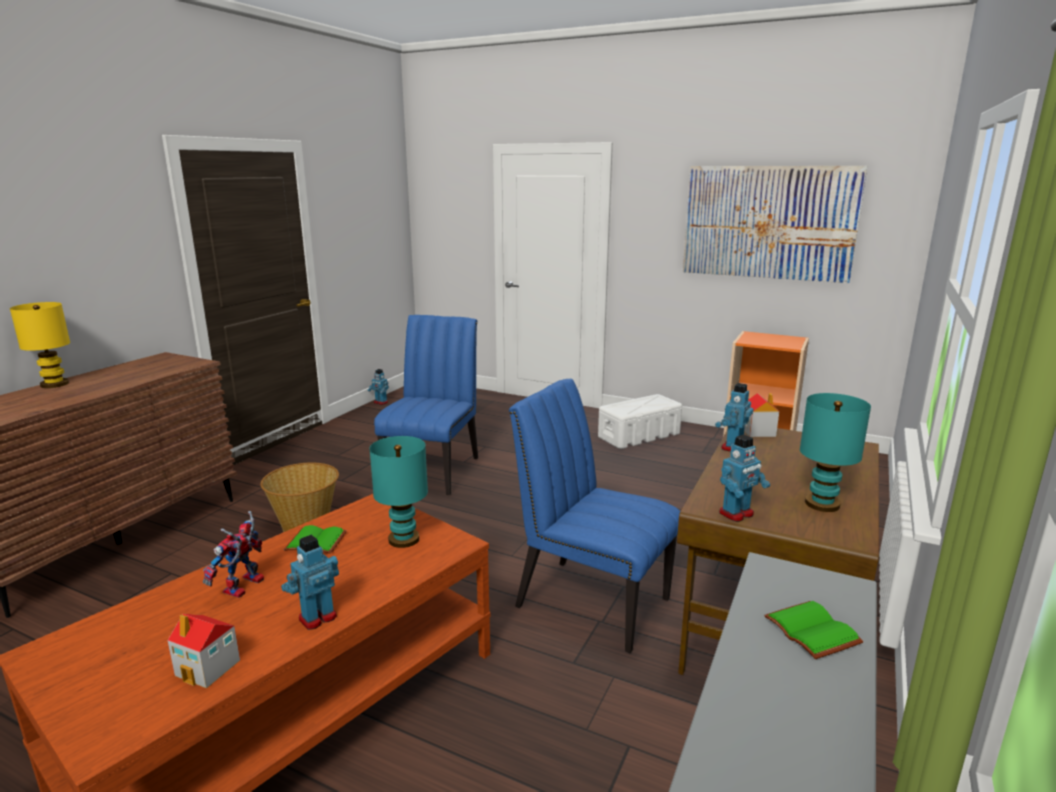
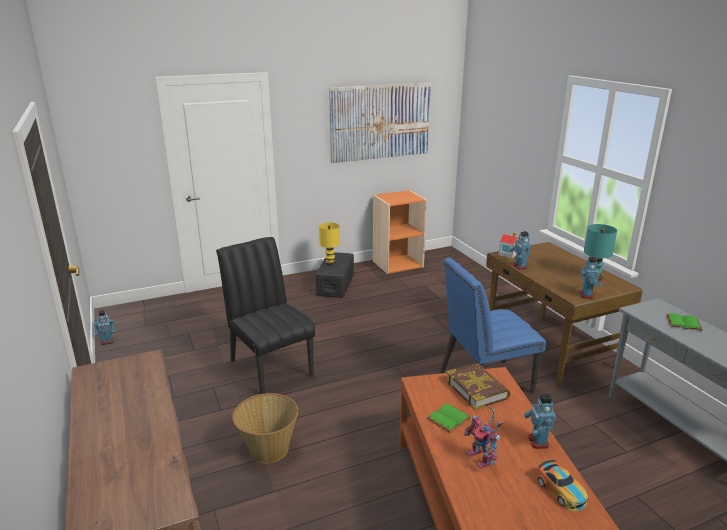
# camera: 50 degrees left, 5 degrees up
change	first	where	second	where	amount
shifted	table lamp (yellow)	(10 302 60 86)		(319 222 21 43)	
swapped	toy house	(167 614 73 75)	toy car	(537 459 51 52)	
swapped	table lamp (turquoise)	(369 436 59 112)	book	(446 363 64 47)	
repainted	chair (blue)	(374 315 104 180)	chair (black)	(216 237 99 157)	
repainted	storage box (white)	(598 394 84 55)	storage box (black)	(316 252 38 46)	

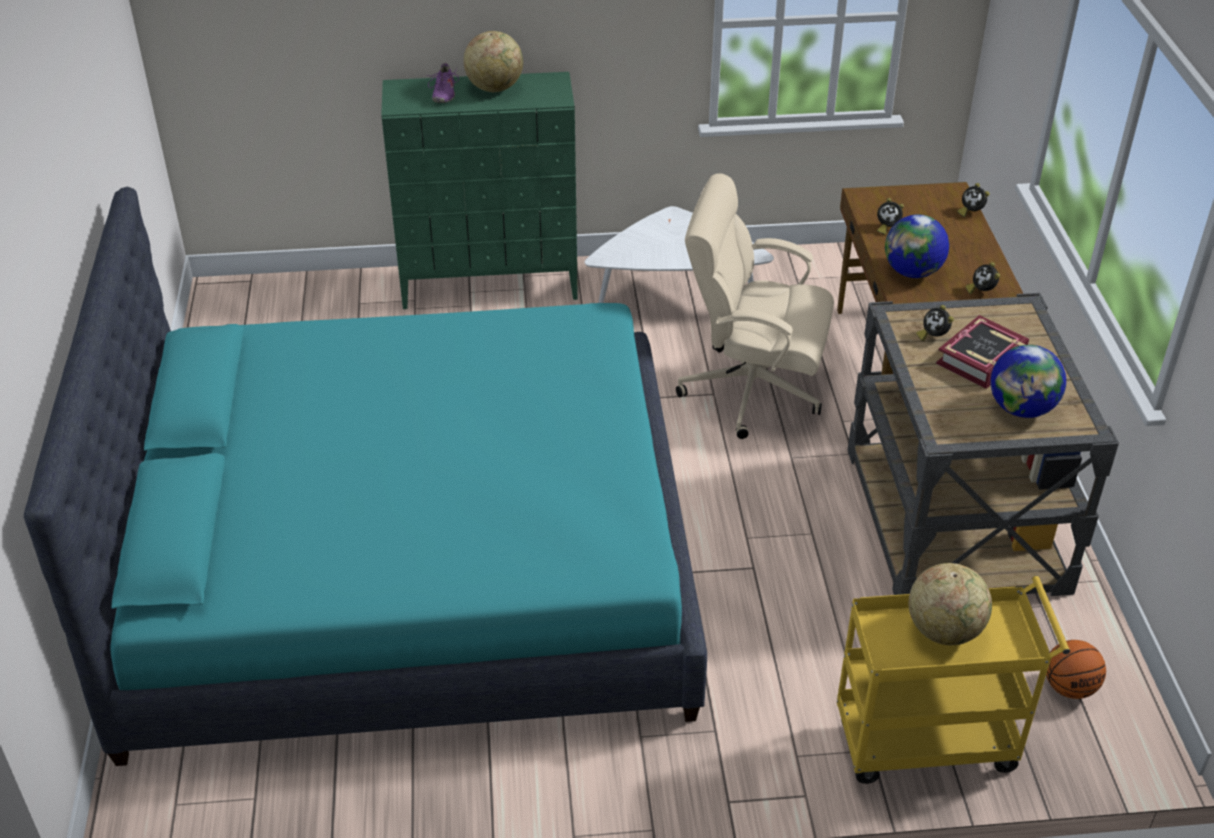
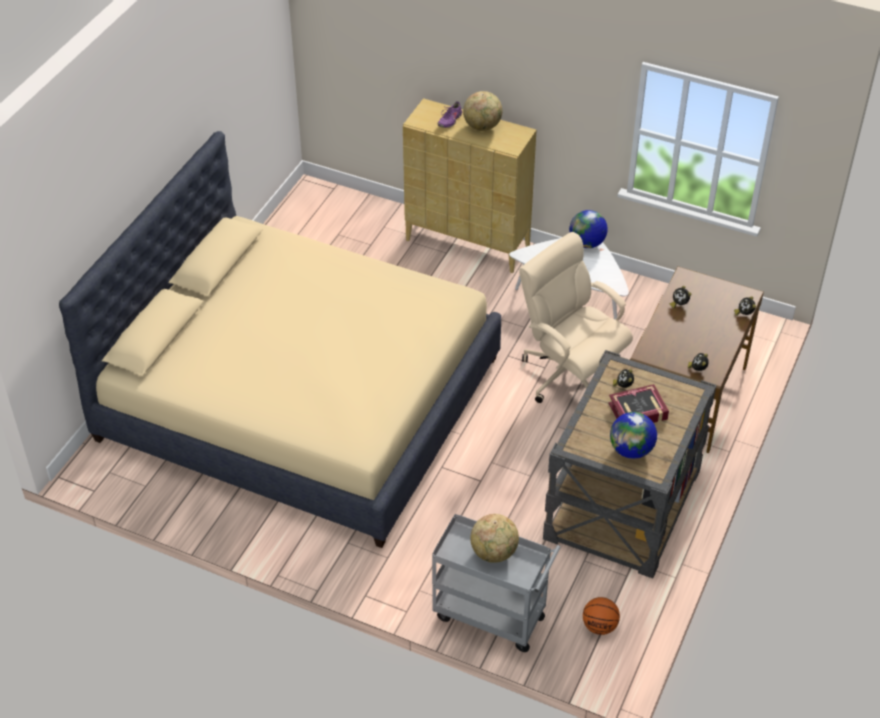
# camera: 30 degrees right, 5 degrees up
change	first	where	second	where	amount
repainted	bed (turquoise)	(24 187 683 579)	bed (beige)	(59 131 442 417)	
repainted	dresser (green)	(381 72 197 237)	dresser (beige)	(403 98 134 175)	
repainted	cart (yellow)	(837 575 233 209)	cart (grey)	(432 514 129 138)	
shifted	globe	(885 214 64 64)		(569 210 39 38)	

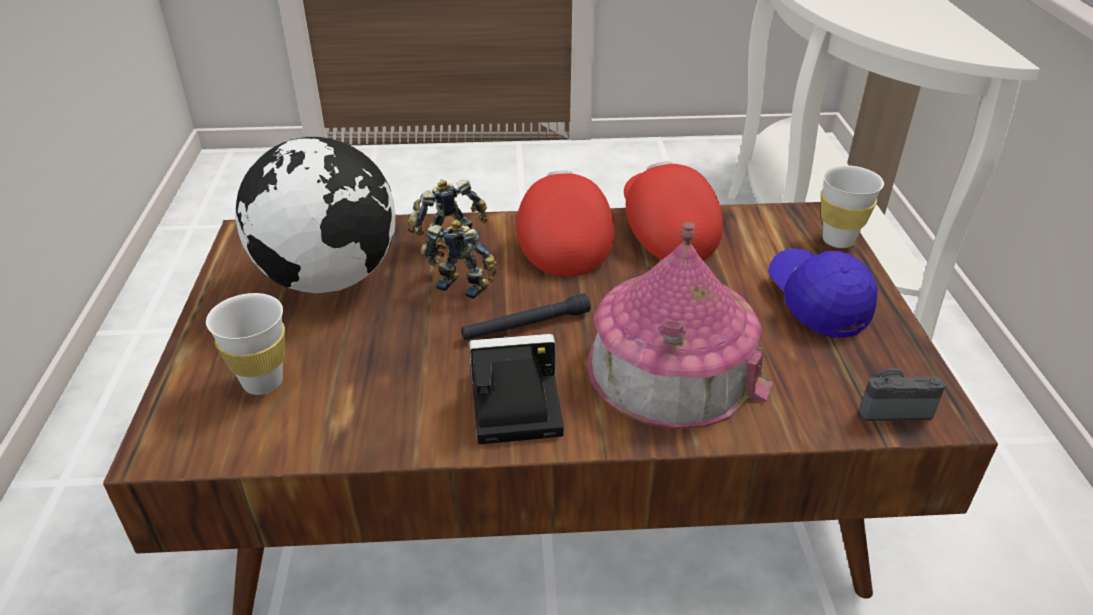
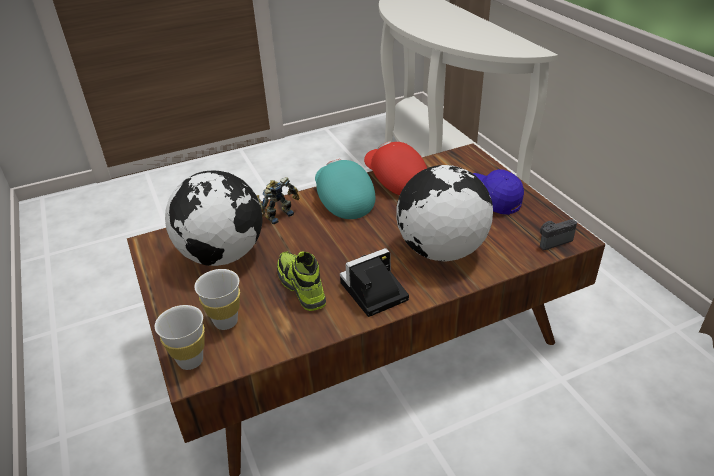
# camera: 20 degrees left, 0 degrees up
change	first	where	second	where	amount
gone	toy robot	(421 220 76 79)			
gone	flashlight (black)	(461 293 130 47)			
repainted	cap (red)	(516 170 98 106)	cap (turquoise)	(315 159 60 60)	
swapped	toy house	(587 222 186 207)	globe	(397 165 96 96)	
shifted	cup (white)	(821 165 63 83)		(155 305 50 65)	
new			shoe	(277 251 49 60)	

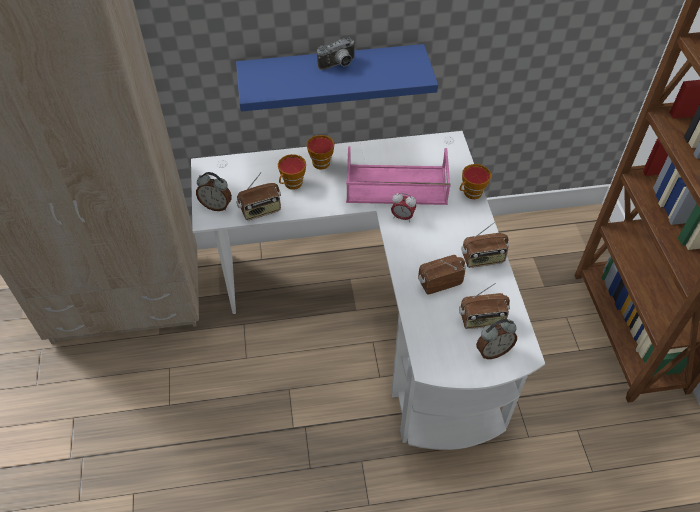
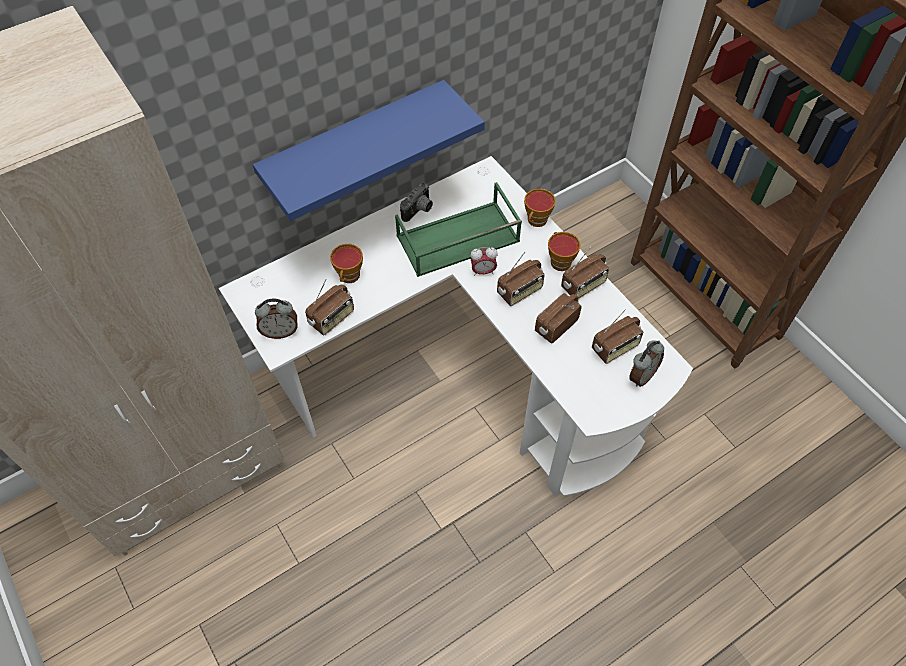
# camera: 25 degrees left, 5 degrees up
change	first	where	second	where	amount
shifted	cup	(307 135 27 34)		(548 232 33 39)	
shifted	photo camera	(317 38 39 32)		(400 183 33 39)	
repainted	tray (pink)	(346 146 105 59)	tray (green)	(395 182 127 95)	
new			radio	(497 252 48 54)	

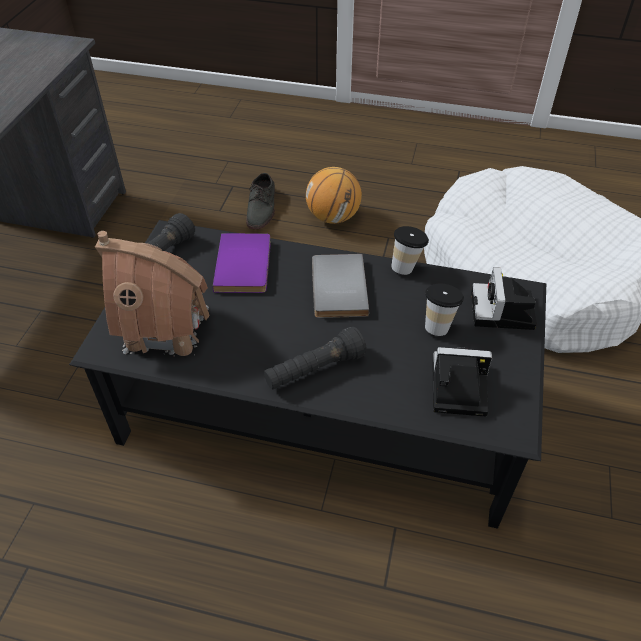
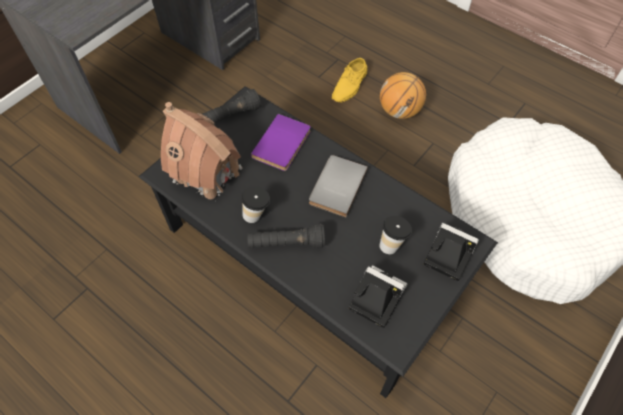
# camera: 25 degrees right, 10 degrees up
change	first	where	second	where	amount
repainted	shoe (grey)	(246 173 29 56)	shoe (yellow)	(332 58 35 45)	
shifted	cup	(391 226 38 49)		(241 186 29 37)	
rotated	photo camera	(471 267 66 63)		(423 223 56 58)	90 degrees clockwise

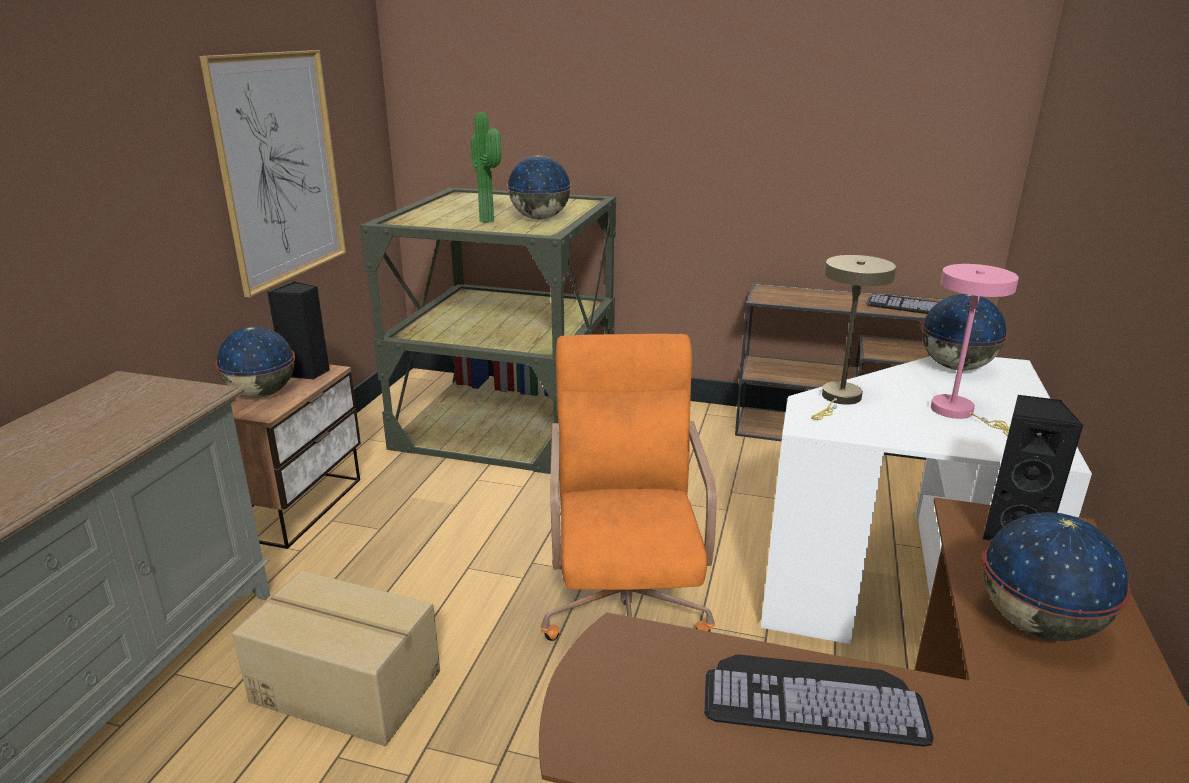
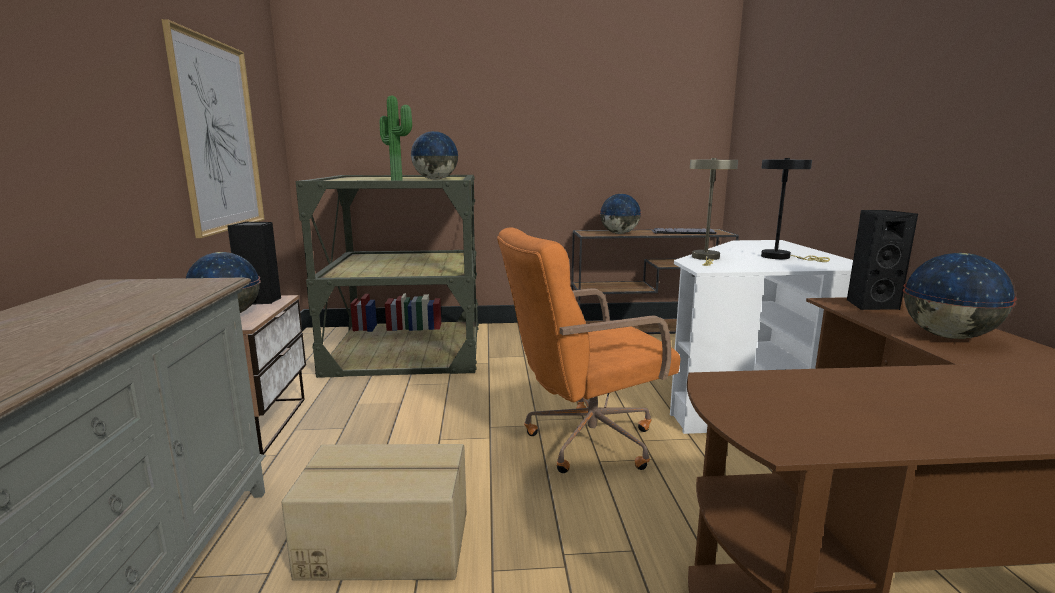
# camera: 20 degrees left, 10 degrees down
change	first	where	second	where	amount
rotated	office chair (orange)	(540 334 176 307)		(497 227 183 246)	90 degrees counterclockwise
gone	keyboard	(704 654 230 93)			
shifted	globe	(921 294 87 77)		(600 194 41 40)	
repainted	table lamp (pink)	(931 264 88 172)	table lamp (black)	(761 158 69 104)	

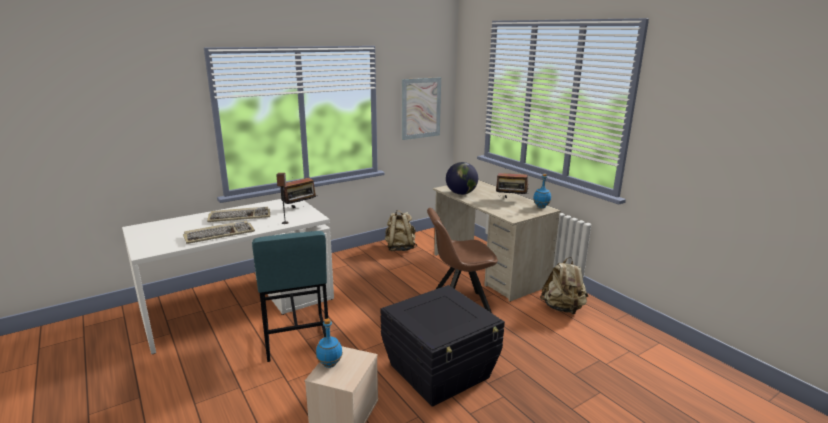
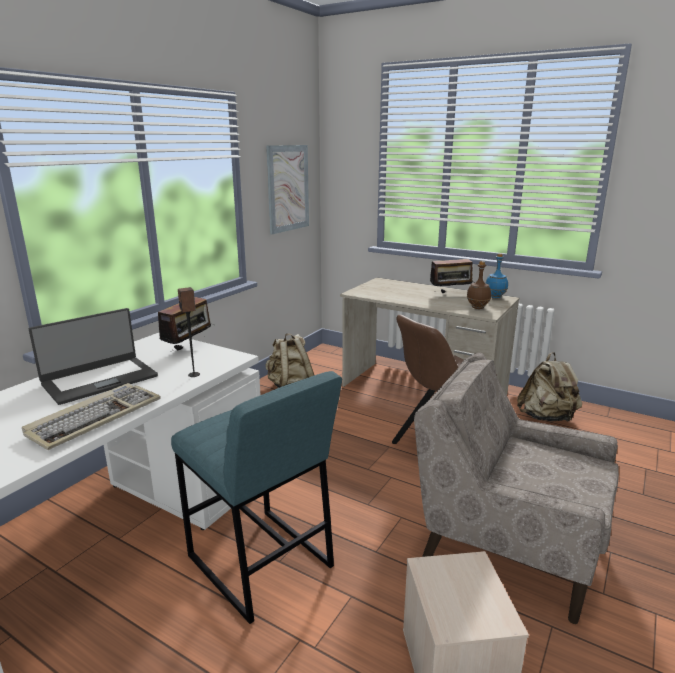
# camera: 25 degrees left, 0 degrees up
change	first	where	second	where	amount
swapped	keyboard	(207 207 63 15)	laptop	(29 308 129 97)	
gone	bottle (blue)	(316 319 27 49)			
swapped	storage box (black)	(381 285 124 122)	armchair (beige)	(414 352 205 272)	
gone	globe	(446 162 32 33)			
new			bottle (brown)	(467 261 24 48)	

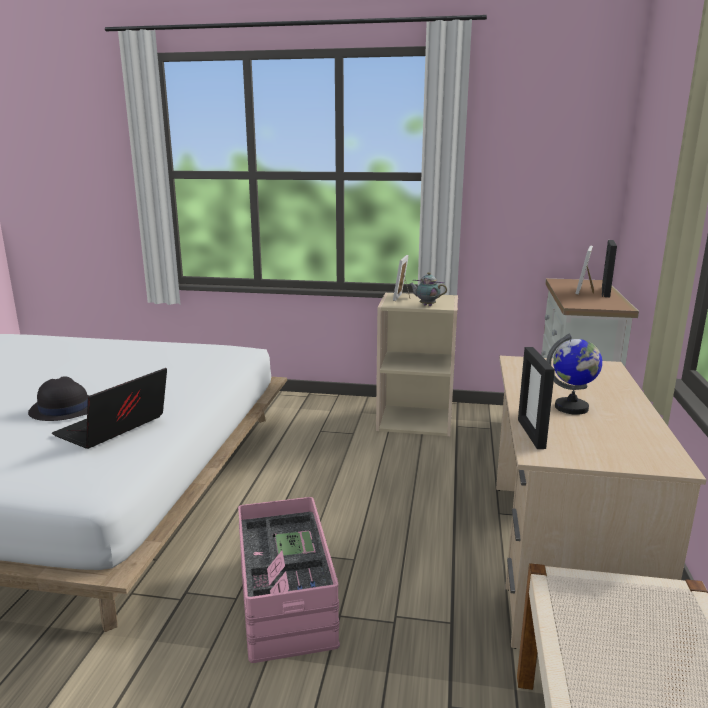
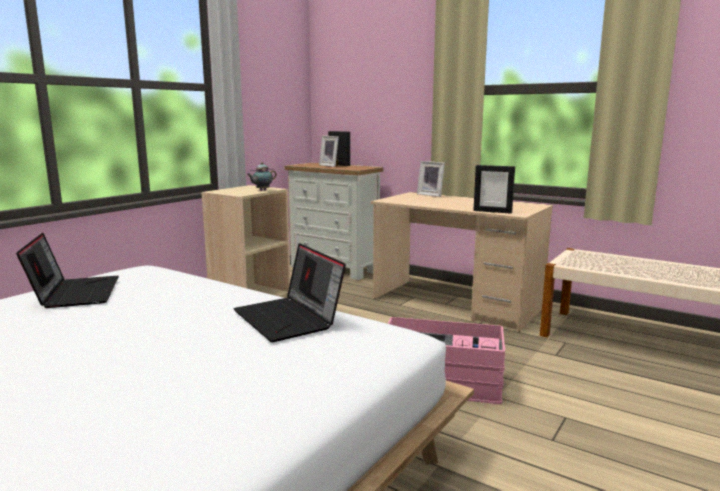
# camera: 65 degrees left, 5 degrees down
change	first	where	second	where	amount
gone	hat (black)	(28 376 62 45)			
shifted	picture frame	(393 255 17 46)		(417 161 28 36)	
gone	globe	(546 334 56 81)			
new			laptop	(16 233 103 75)	

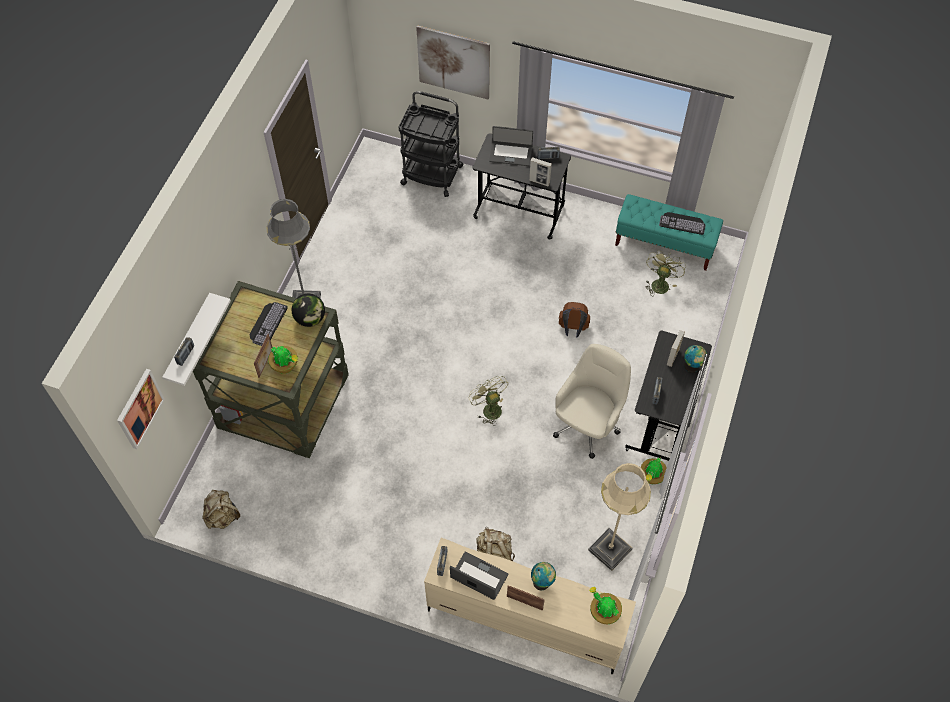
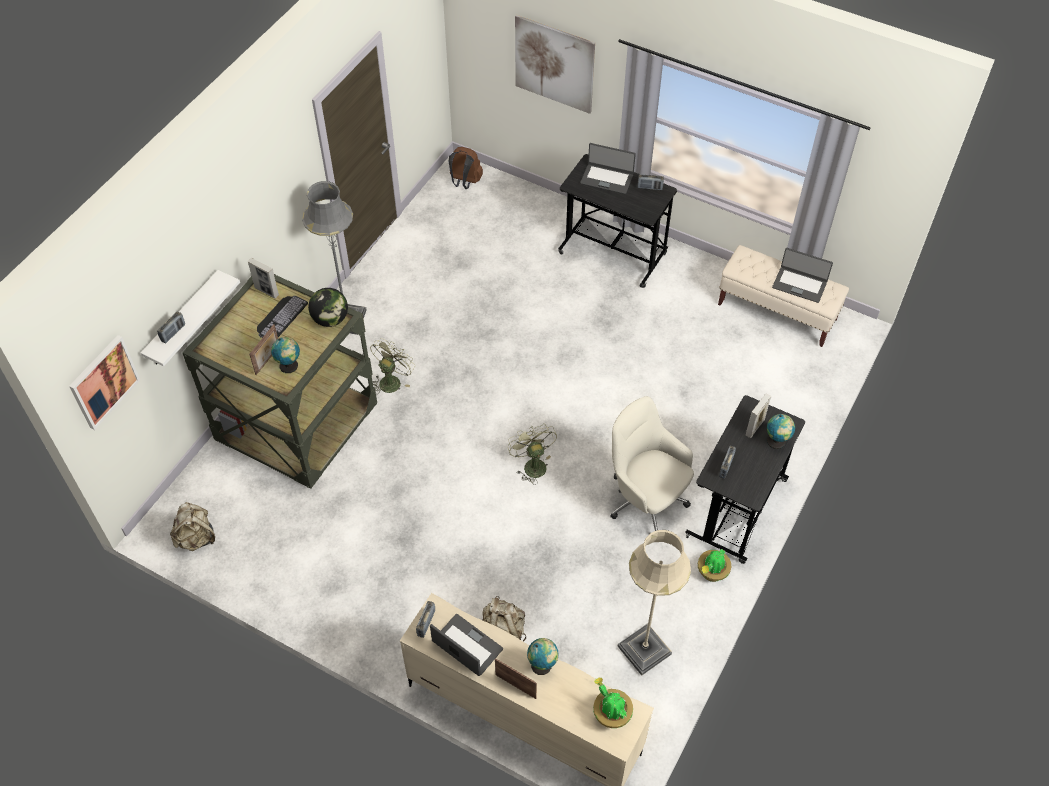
# camera: 10 degrees right, 5 degrees down
change	first	where	second	where	amount
swapped	potted plant	(268 346 30 28)	globe	(271 337 29 36)	
gone	cart (black)	(398 91 65 106)			
shifted	picture frame	(529 157 23 29)		(248 258 31 41)	
rotated	office chair (beige)	(553 344 78 115)		(610 396 84 135)	90 degrees counterclockwise
shifted	backpack (brown)	(559 302 31 35)		(449 147 34 42)	
repainted	bench (turquoise)	(615 194 108 76)	bench (beige)	(718 245 131 102)	
shifted	fan (green)	(645 251 41 43)		(370 338 45 56)	
swapped	keyboard	(659 212 47 23)	laptop	(772 248 61 55)	

